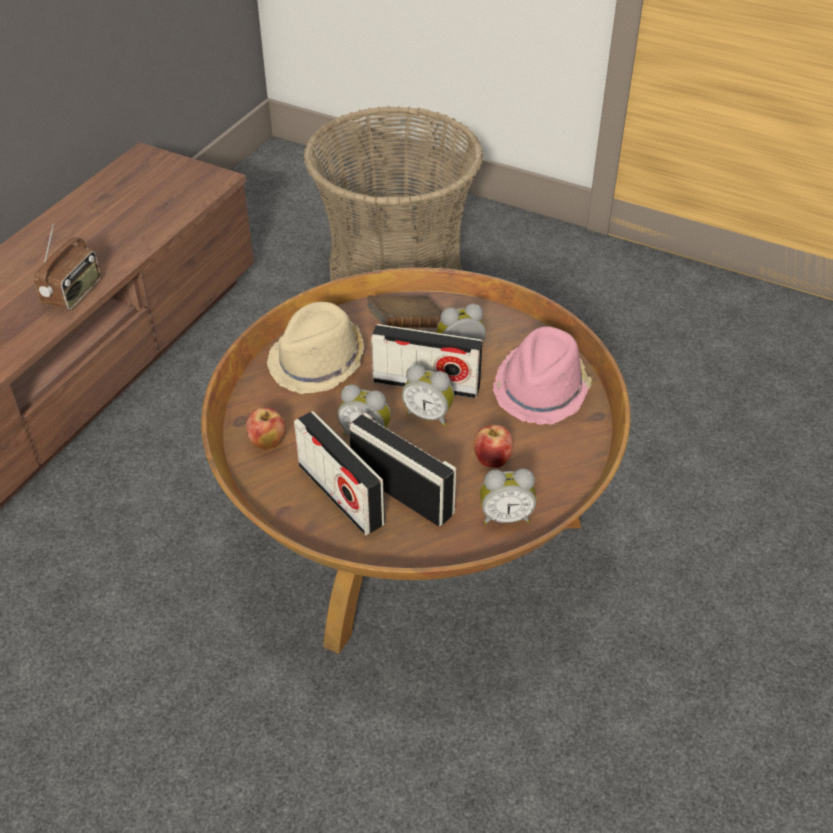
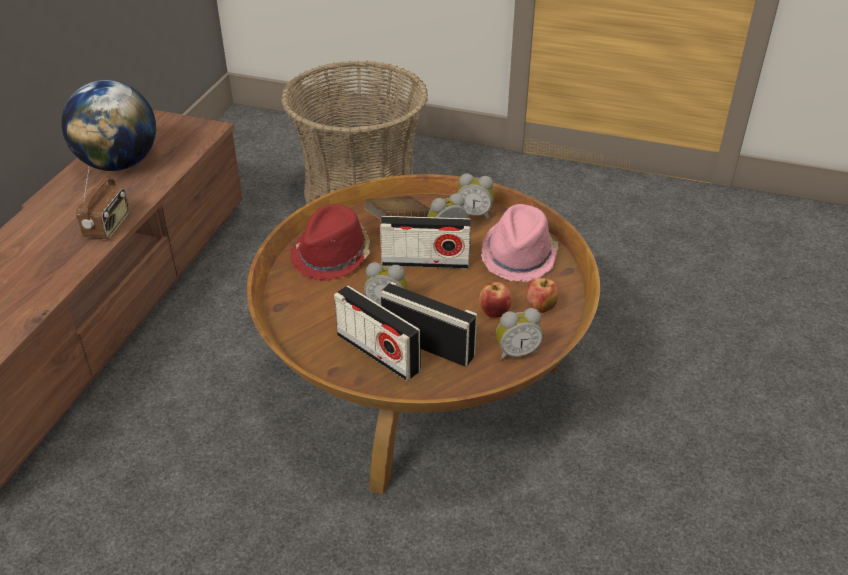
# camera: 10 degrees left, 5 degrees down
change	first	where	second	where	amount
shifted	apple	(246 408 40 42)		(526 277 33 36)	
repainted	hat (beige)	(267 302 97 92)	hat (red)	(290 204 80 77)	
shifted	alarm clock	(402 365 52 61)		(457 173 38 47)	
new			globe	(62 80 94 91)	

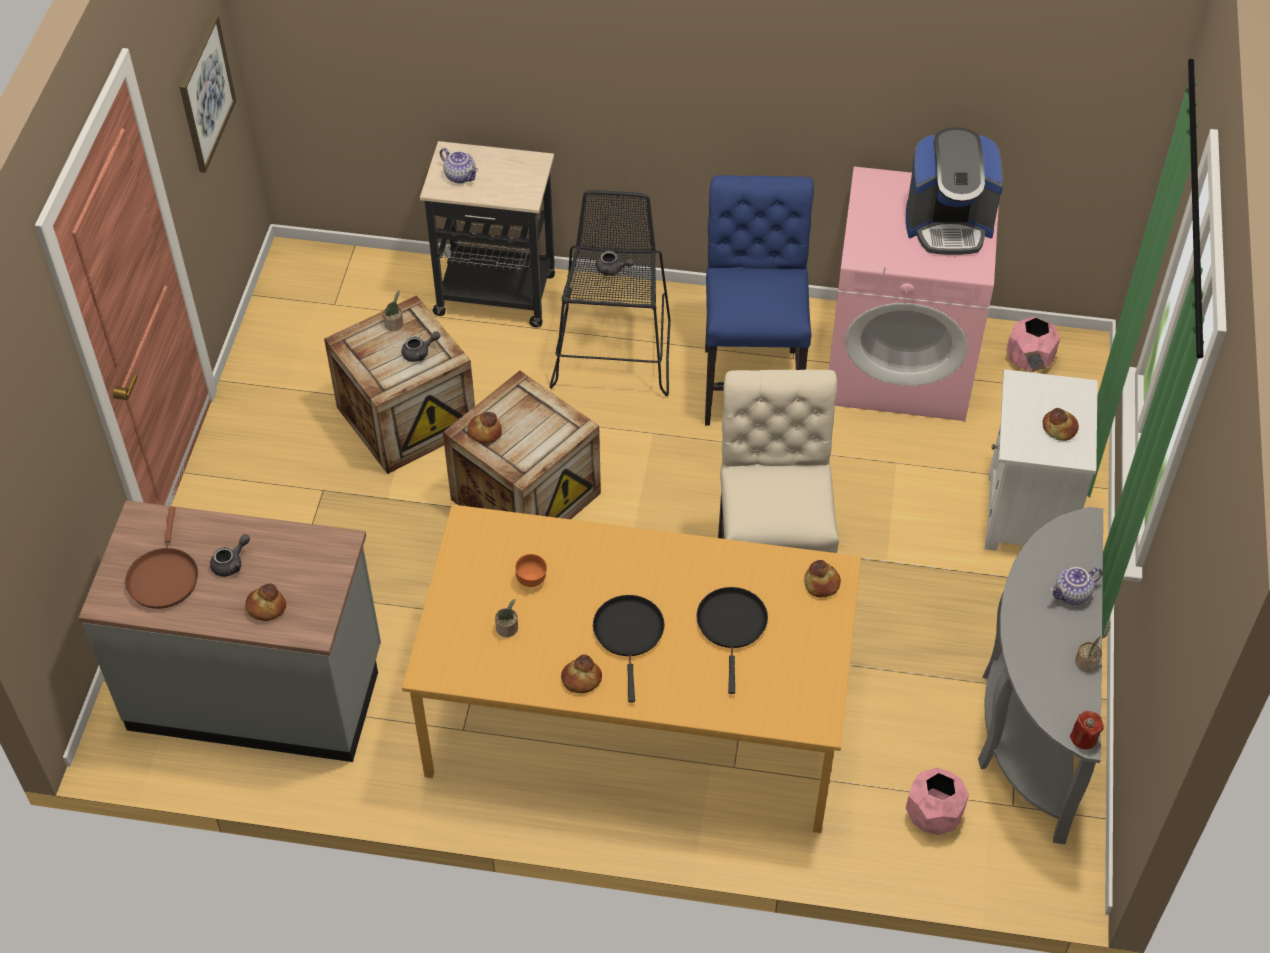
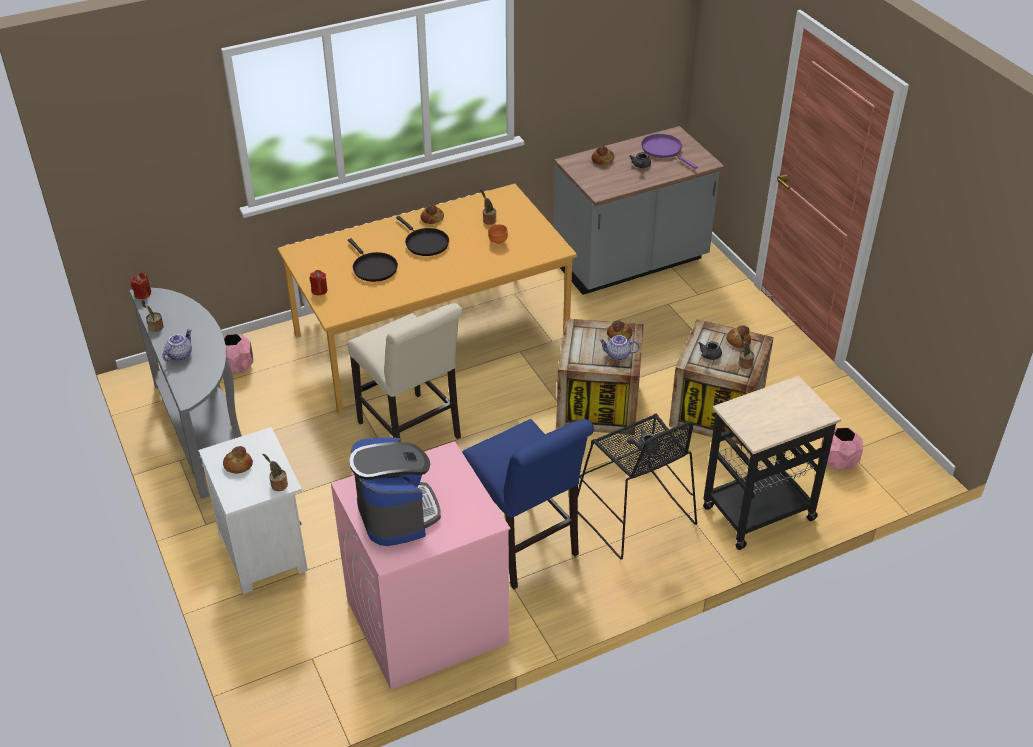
# camera: 145 degrees right, 10 degrees down
change	first	where	second	where	amount
repainted	frying pan (brown)	(125 507 73 102)	frying pan (purple)	(641 134 57 35)	
gone	picture	(180 15 56 158)			
shifted	teapot	(440 148 38 35)		(599 335 40 26)	
shifted	bread	(804 560 37 37)		(726 326 25 22)	
rotated	coffee machine	(906 127 97 128)		(349 437 92 109)	105 degrees clockwise
shifted	planter (pink)	(1006 316 54 56)		(821 428 42 42)	
new			potted plant	(262 454 26 37)	
new			candle (red)	(309 270 19 25)	

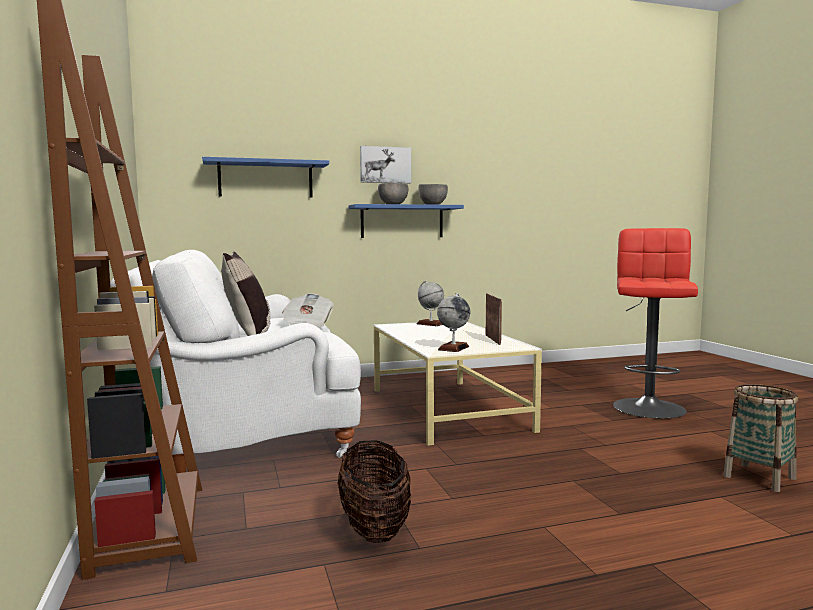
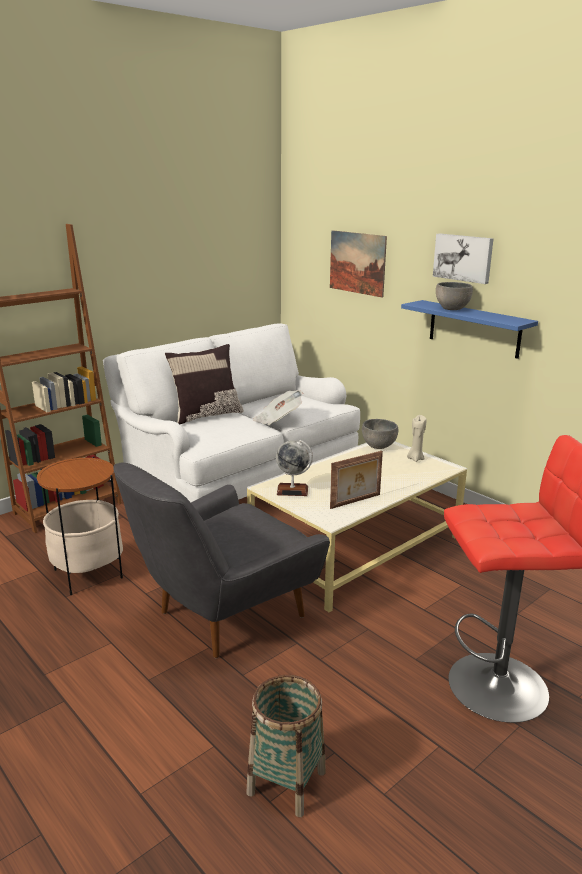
# camera: 65 degrees right, 15 degrees up
change	first	where	second	where	amount
swapped	shelf (blue)	(202 157 127 40)	picture	(330 230 57 68)	
swapped	basket	(338 440 73 103)	side table	(37 457 86 138)	
swapped	globe	(417 280 27 46)	candle (beige)	(407 415 20 47)	
shifted	bowl (grey)	(418 184 30 21)		(362 419 36 30)	
new			armchair (grey)	(113 463 217 195)	

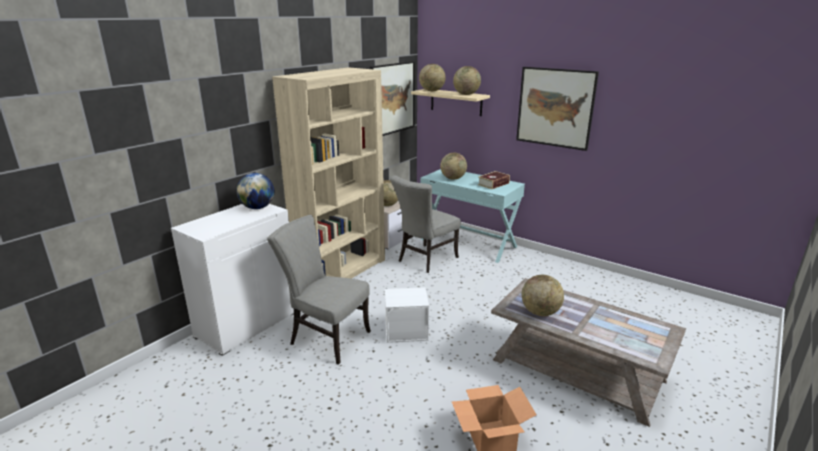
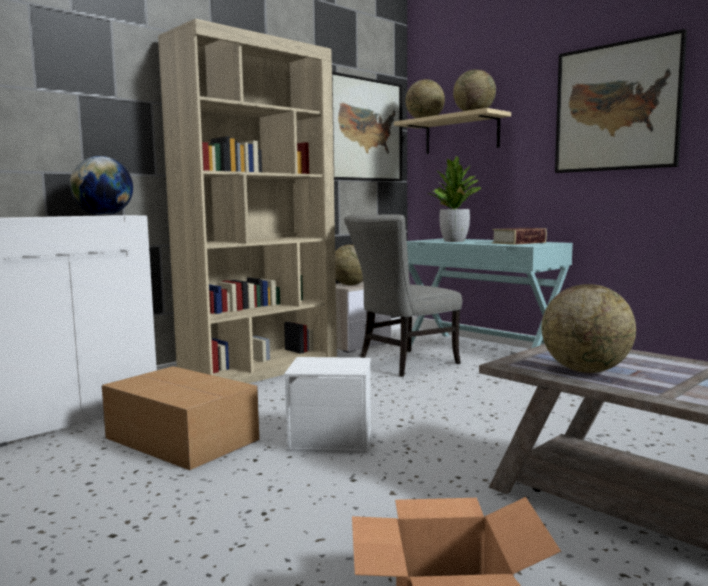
# camera: 10 degrees right, 15 degrees down
change	first	where	second	where	amount
swapped	chair (grey)	(267 215 104 150)	cardboard box	(102 366 157 104)	
swapped	globe	(440 153 27 27)	potted plant	(428 156 54 86)	

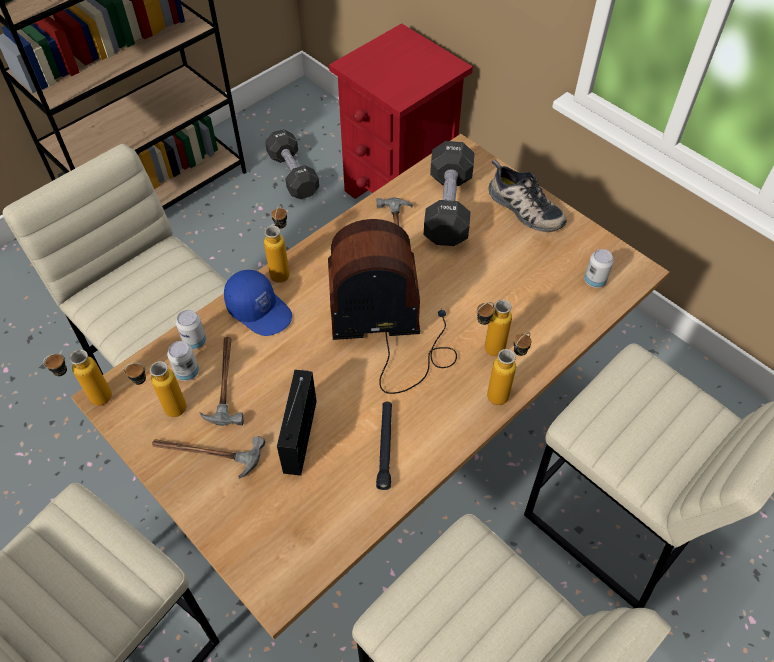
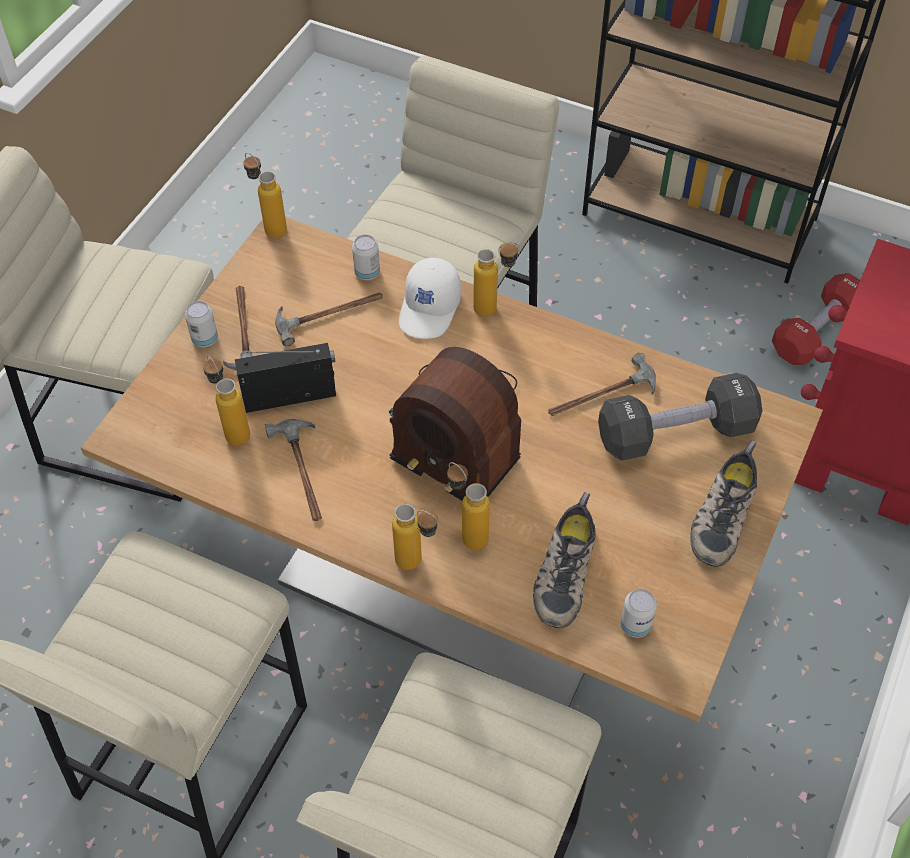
# camera: 70 degrees right, 0 degrees up
change	first	where	second	where	amount
shifted	bottle	(123 361 63 56)		(203 355 47 91)	
shifted	can	(167 341 32 40)		(185 301 33 46)	
repainted	cap (blue)	(224 270 68 66)	cap (white)	(399 258 62 81)	
repainted	dumbbell (black)	(265 129 54 70)	dumbbell (red)	(772 273 88 92)	
rotated	radio	(328 219 129 175)		(389 347 132 154)	150 degrees clockwise
swapped	flashlight (black)	(376 402 16 88)	hammer	(265 419 57 102)	
new			shoe	(533 492 62 136)	

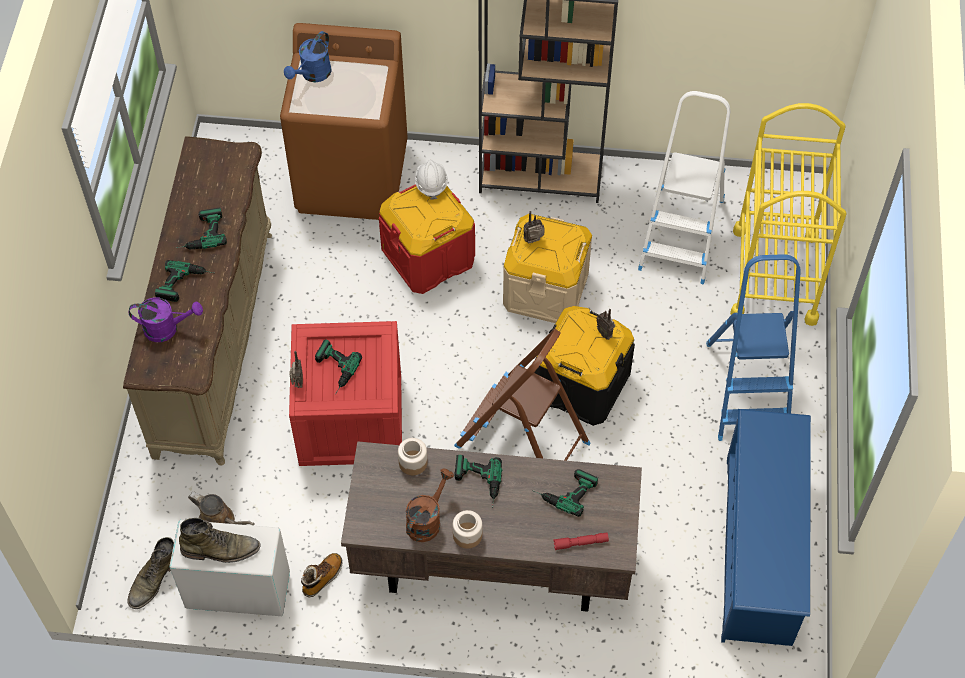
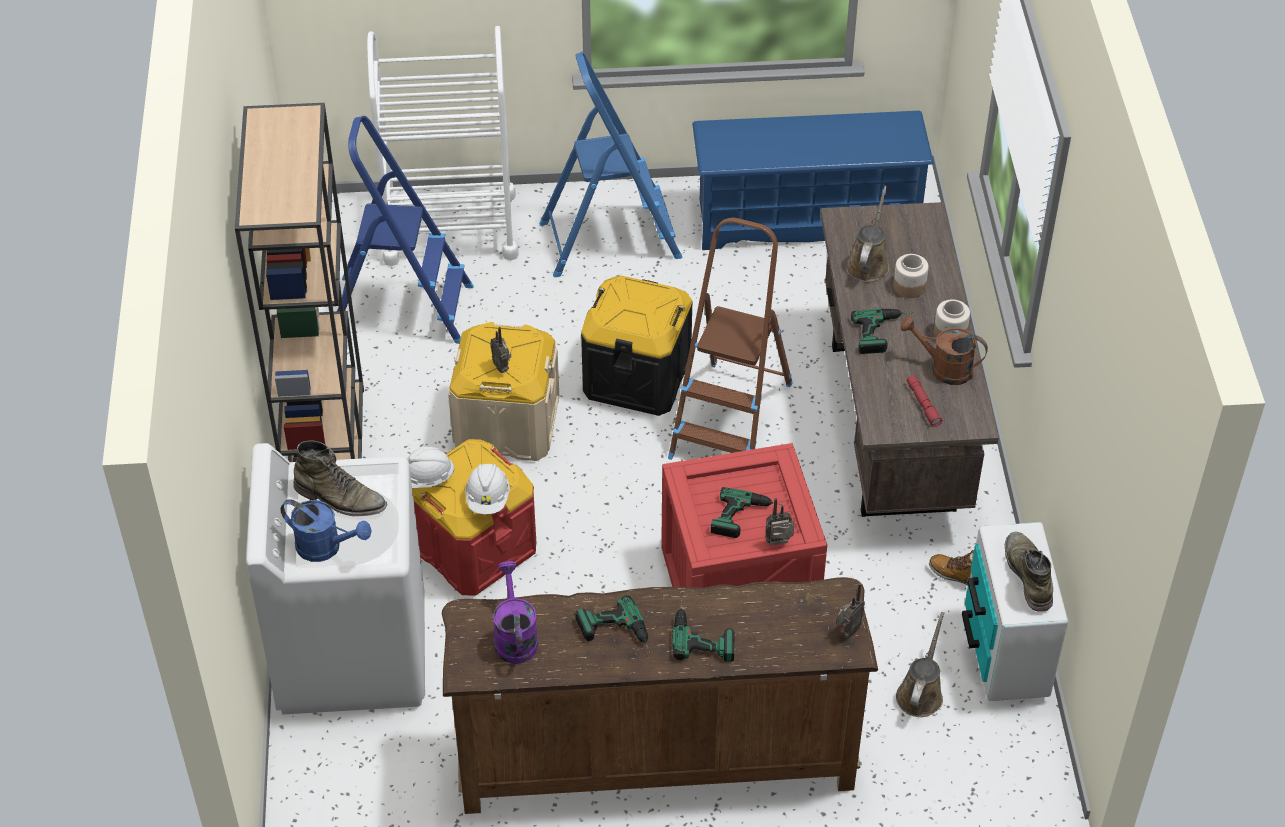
# camera: 100 degrees left, 10 degrees down
change	first	where	second	where	amount
shifted	boot (green)	(127 537 47 72)		(293 440 94 77)	
shifted	watering can (purple)	(129 297 74 45)		(493 561 45 103)	
repainted	washing machine (brown)	(280 23 128 197)	washing machine (white)	(246 443 179 272)	
shifted	jar	(398 438 30 37)		(893 254 36 44)	
swapped	power drill	(532 469 66 48)	watering can (brown)	(846 186 43 96)	
shifted	flashlight (red)	(554 533 55 17)		(907 375 36 52)	
shifted	radio	(596 309 19 31)		(836 583 29 55)	
repainted	step ladder (white)	(638 91 92 193)	step ladder (blue)	(337 116 137 228)	
repainted	cart (yellow)	(730 103 117 223)	cart (white)	(367 26 152 240)	
new			hard hat (white)	(465 464 45 50)	

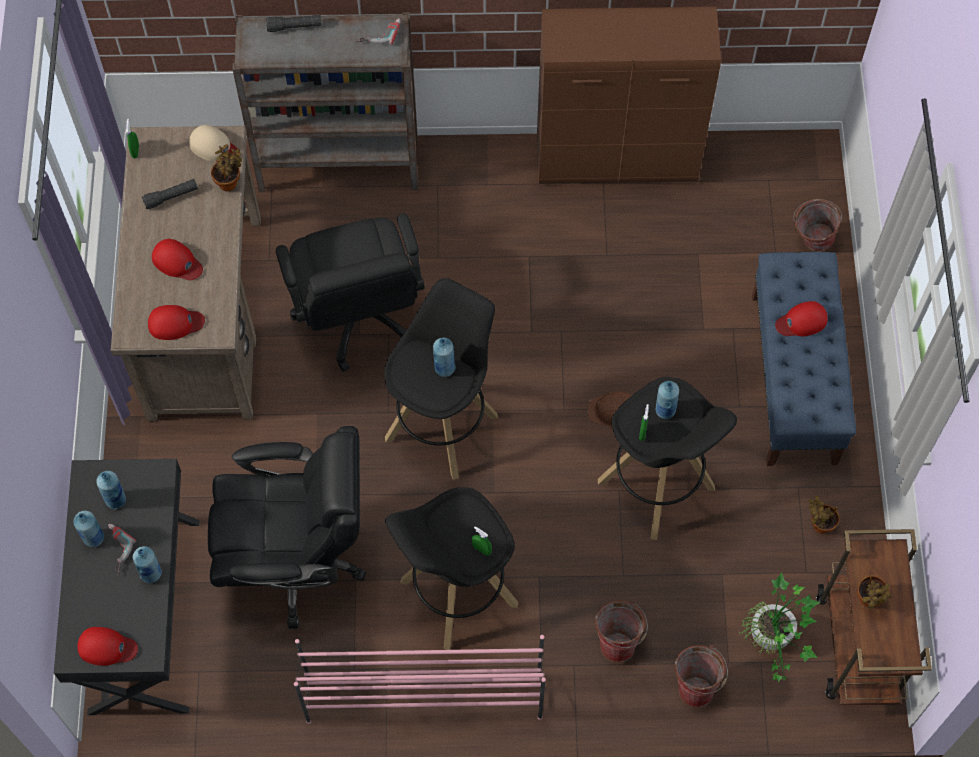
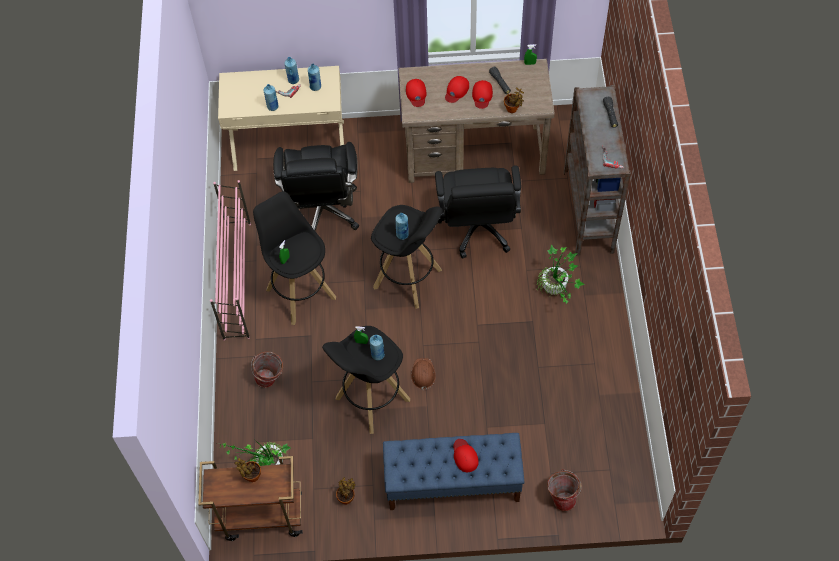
# camera: 90 degrees right, 5 degrees down
change	first	where	second	where	amount
repainted	desk (black)	(54 459 145 256)	desk (beige)	(218 66 126 105)	
shifted	cap (red)	(77 627 61 39)		(472 80 21 29)	
gone	cap (beige)	(189 125 51 37)			
rotated	office chair (black)	(276 214 149 158)		(435 165 86 94)	75 degrees counterclockwise
gone	cabinet (brown)	(537 7 184 177)			
gone	bucket	(675 645 53 63)			
new			potted plant	(537 245 48 59)	

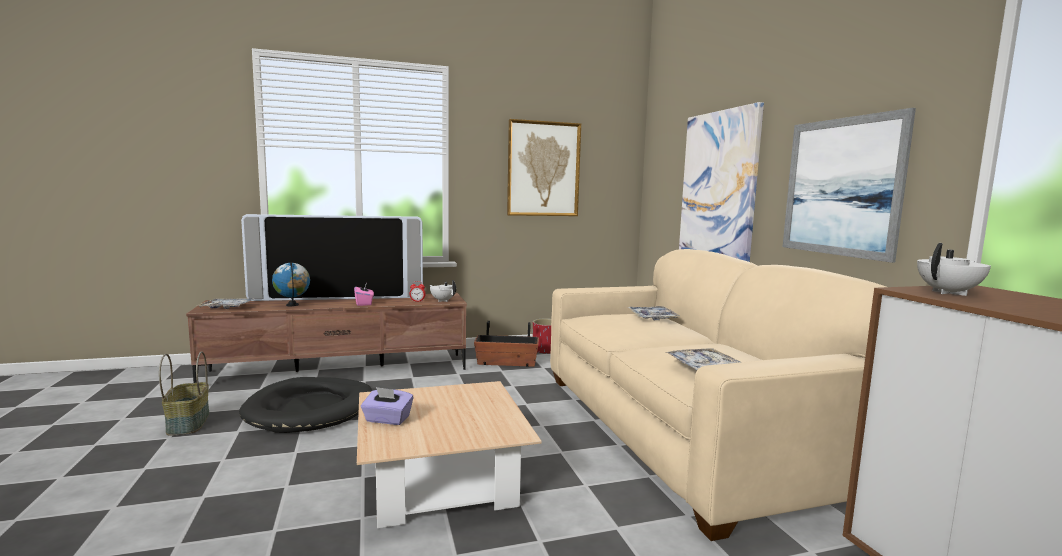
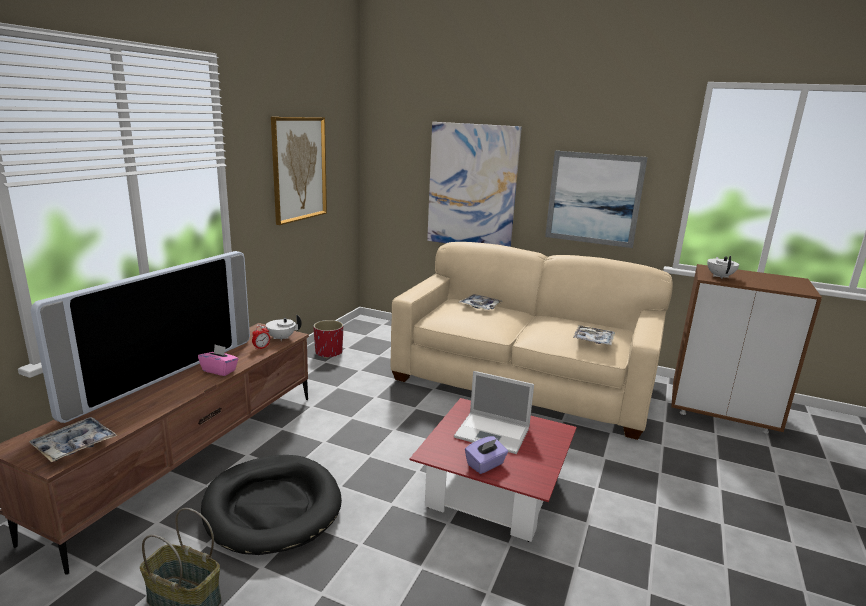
# camera: 50 degrees left, 10 degrees up
change	first	where	second	where	amount
gone	globe	(272 262 38 44)			
repainted	coffee table (beige)	(357 381 185 147)	coffee table (red)	(410 398 167 144)	
gone	planter	(474 321 65 46)			
new			laptop	(454 371 80 83)	

